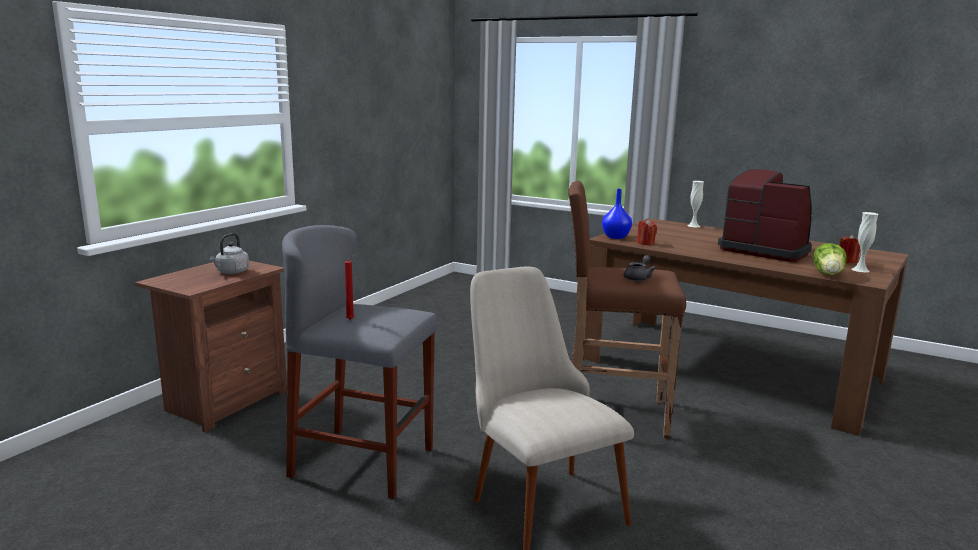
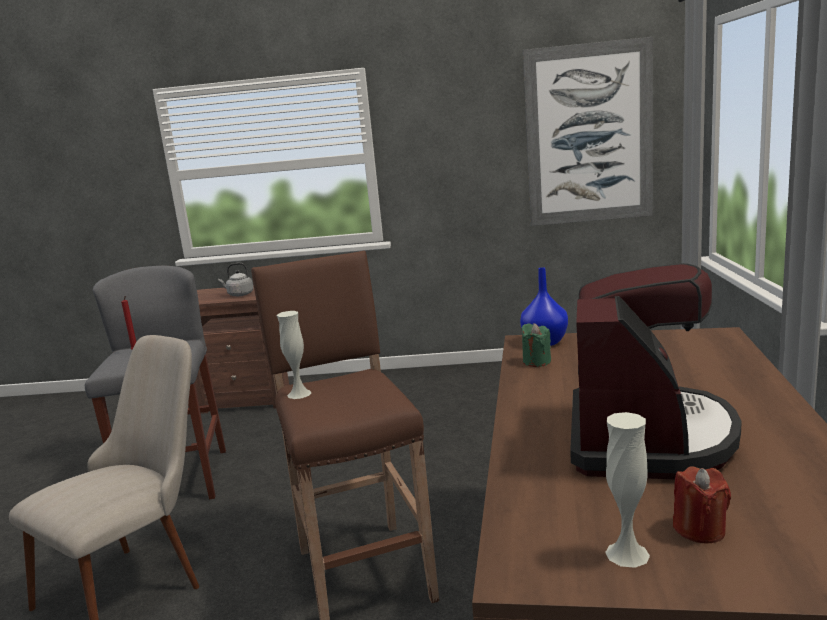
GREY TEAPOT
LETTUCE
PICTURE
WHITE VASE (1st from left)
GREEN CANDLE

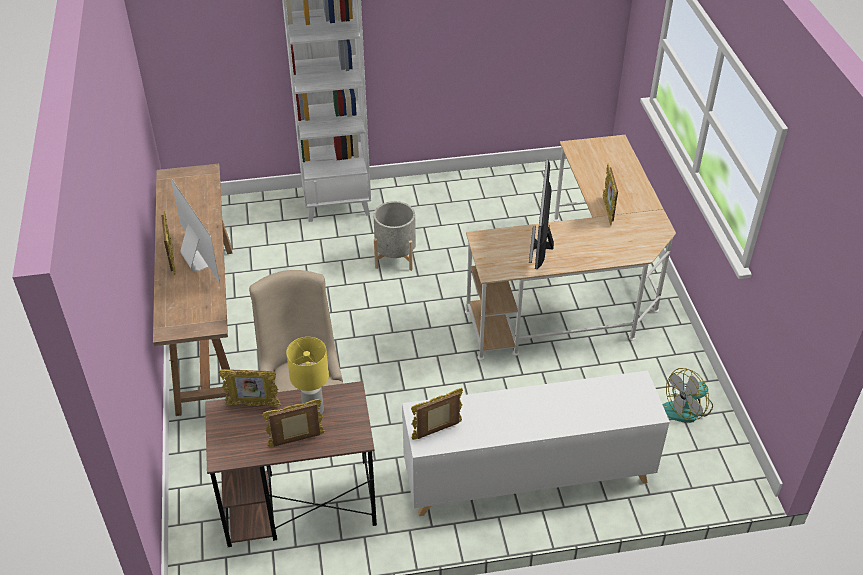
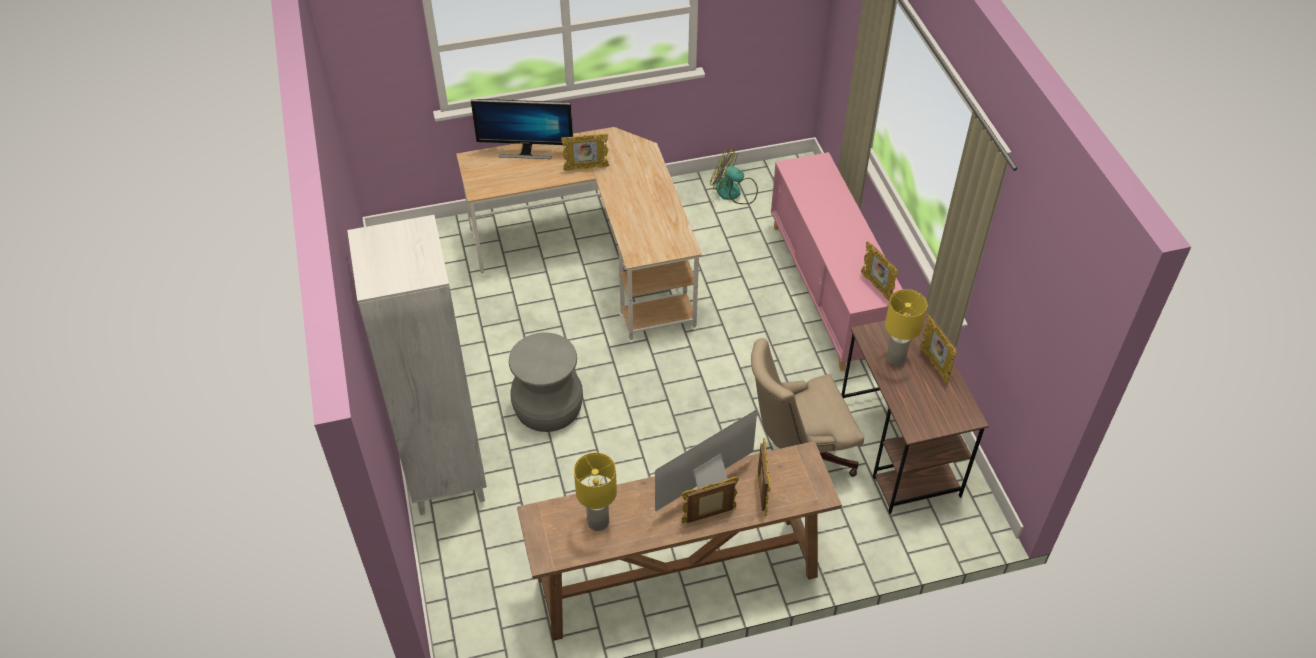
YELLOW TABLE LAMP (1st from left)
PICTURE FRAME (3rd from left)
MONITOR (1st from left)
GREY STOOL
PINK CABINET
FAN

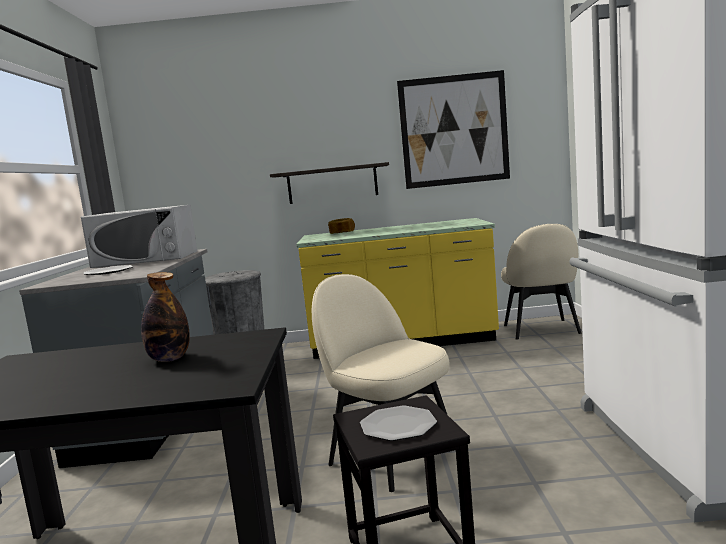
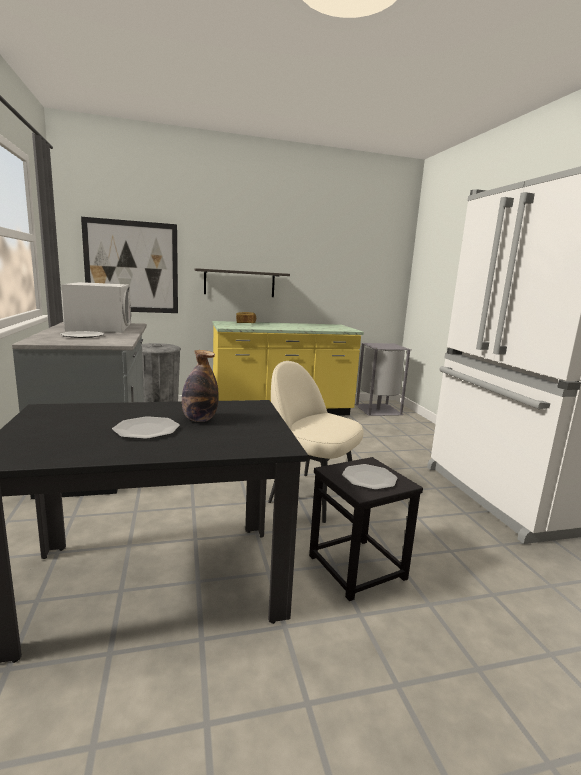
PLATE (2nd from left)
PICTURE
GREY TRASH CAN (2nd from left)
WHITE MICROWAVE

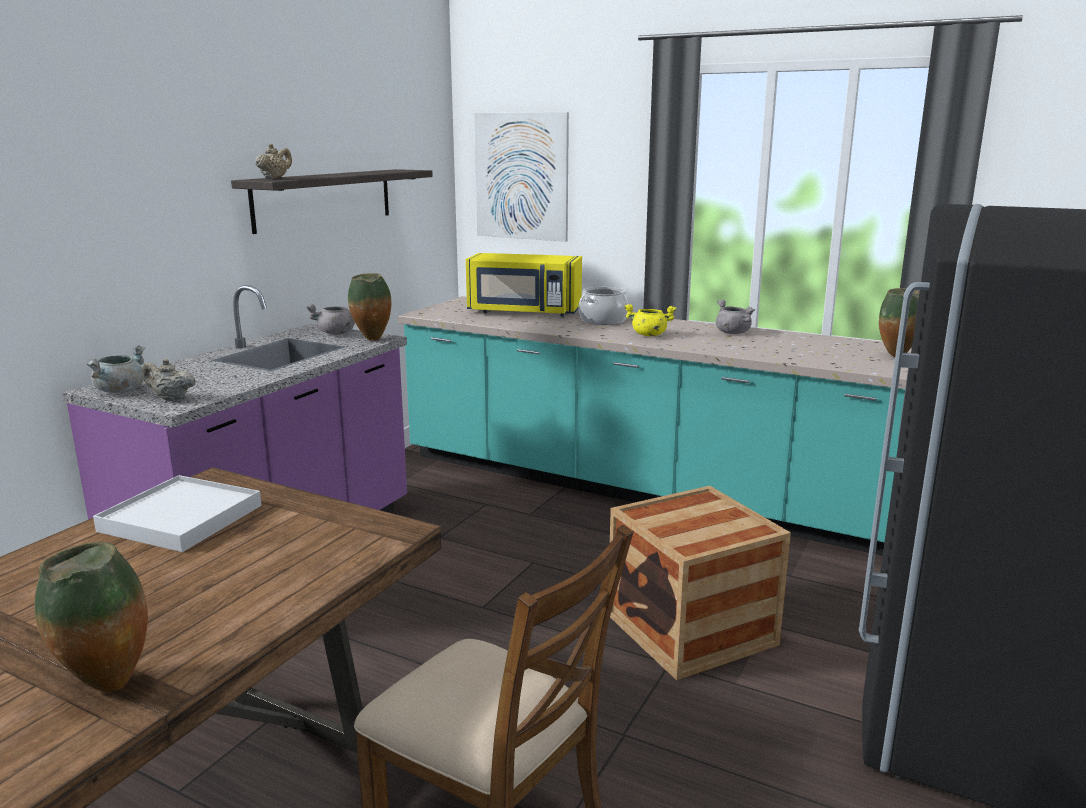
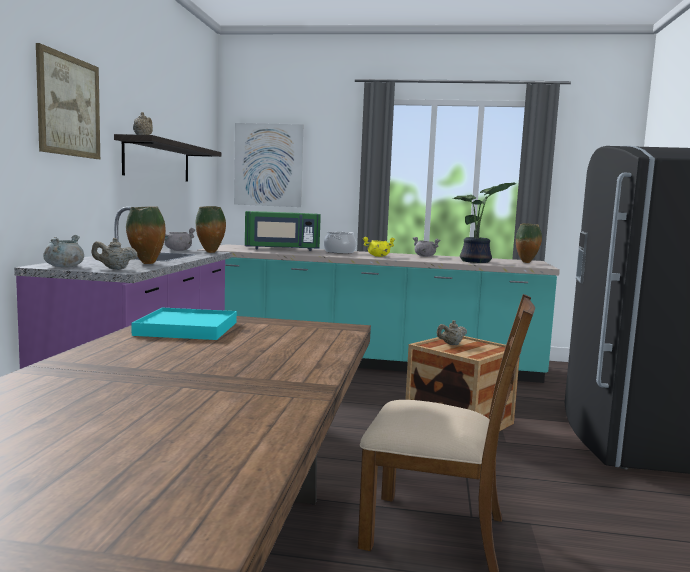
PICTURE (1st from left)
BEIGE TEAPOT (3rd from left)
POTTED PLANT
VASE (1st from left)
TURQUOISE TRAY
GREEN MICROWAVE

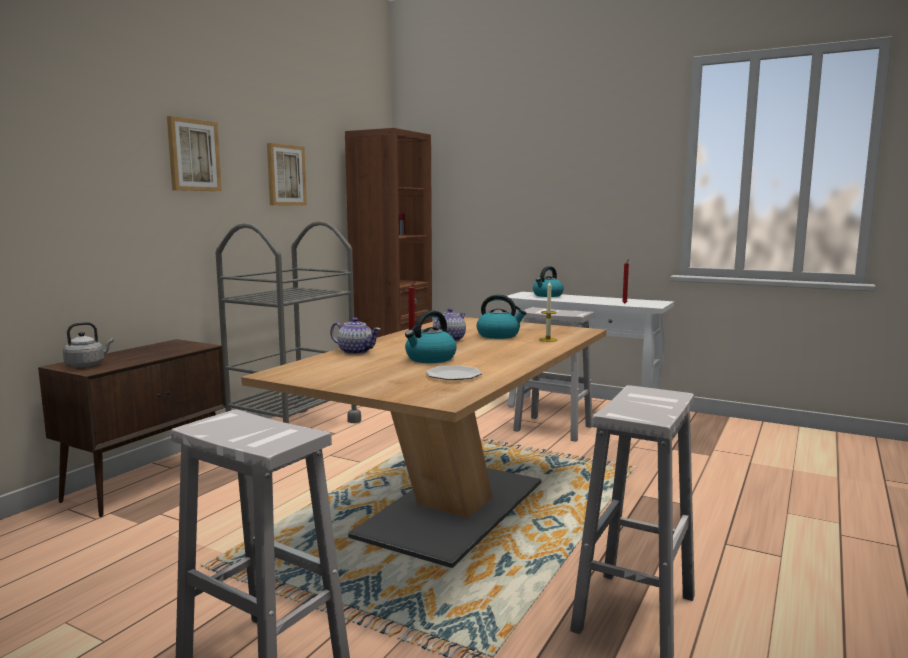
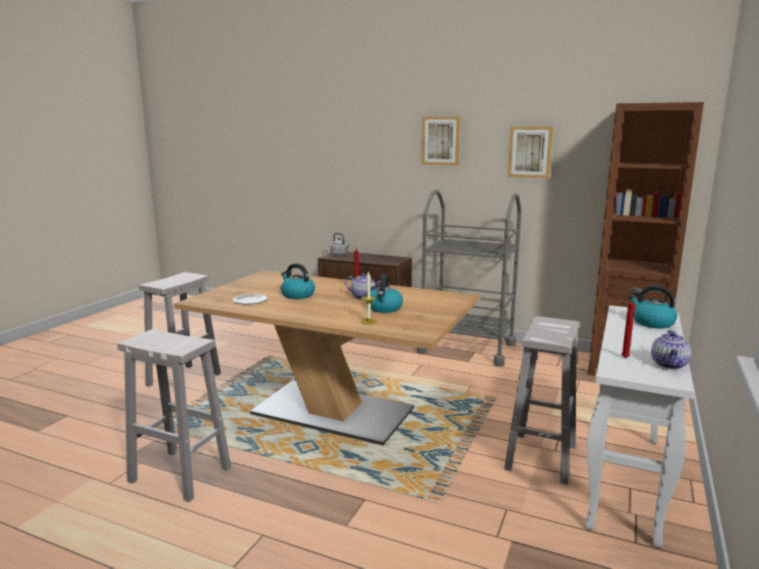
TEAPOT (2nd from left)

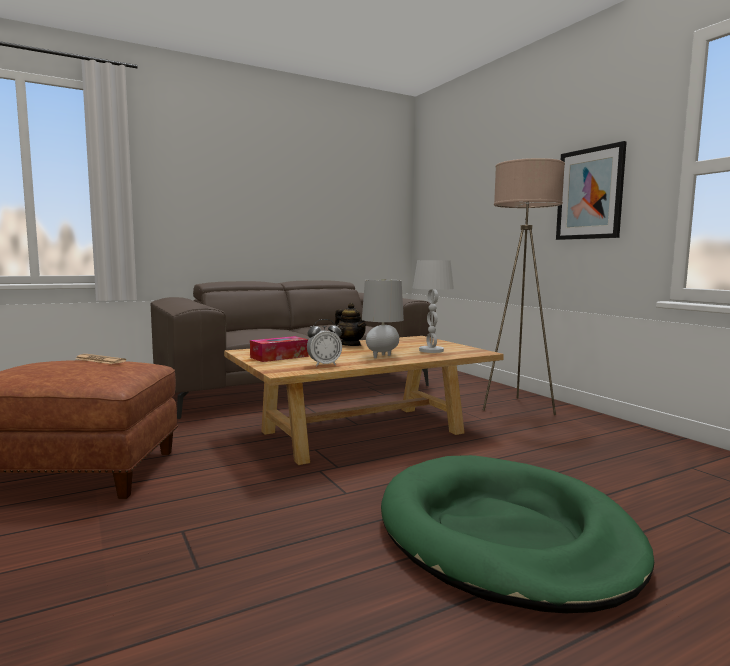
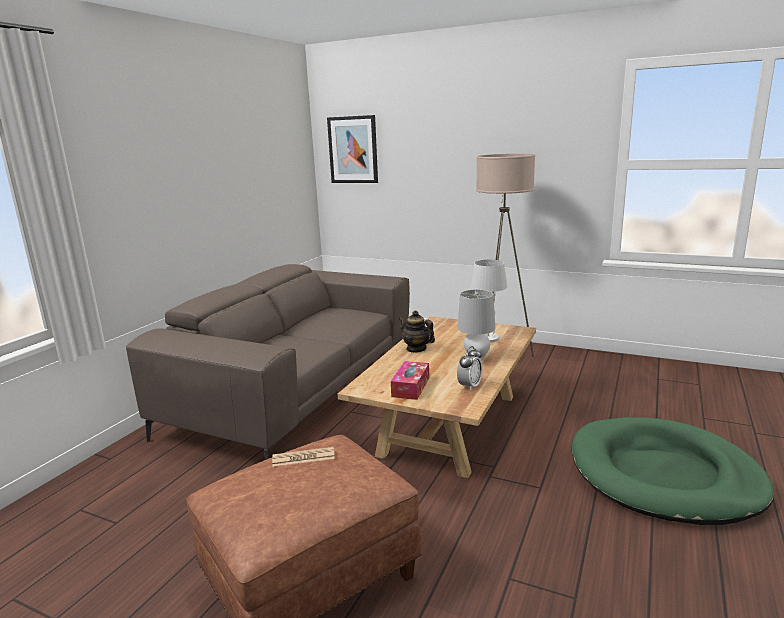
PICTURE
TEAPOT

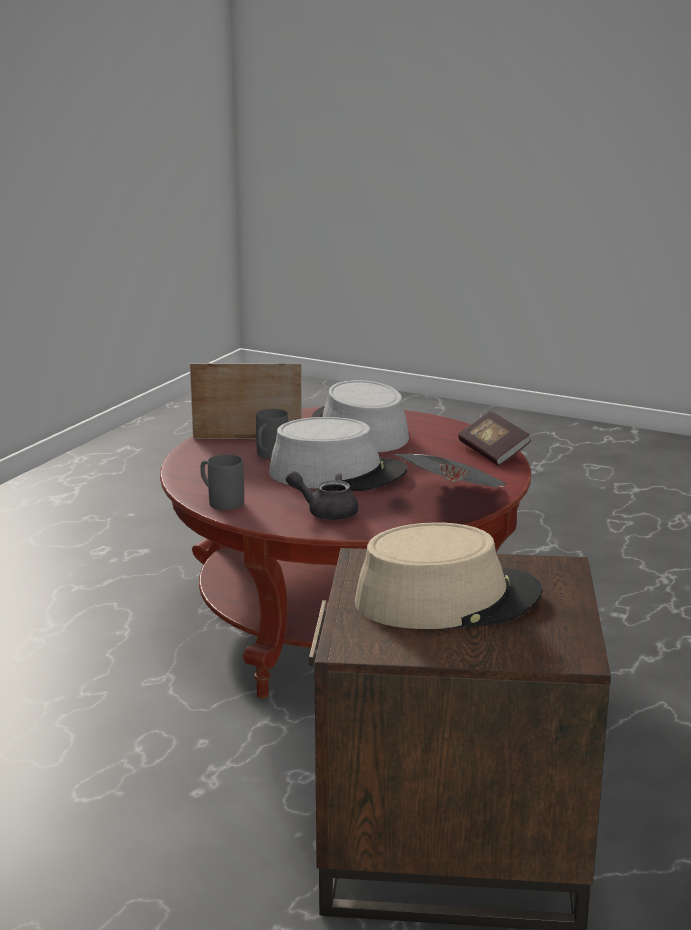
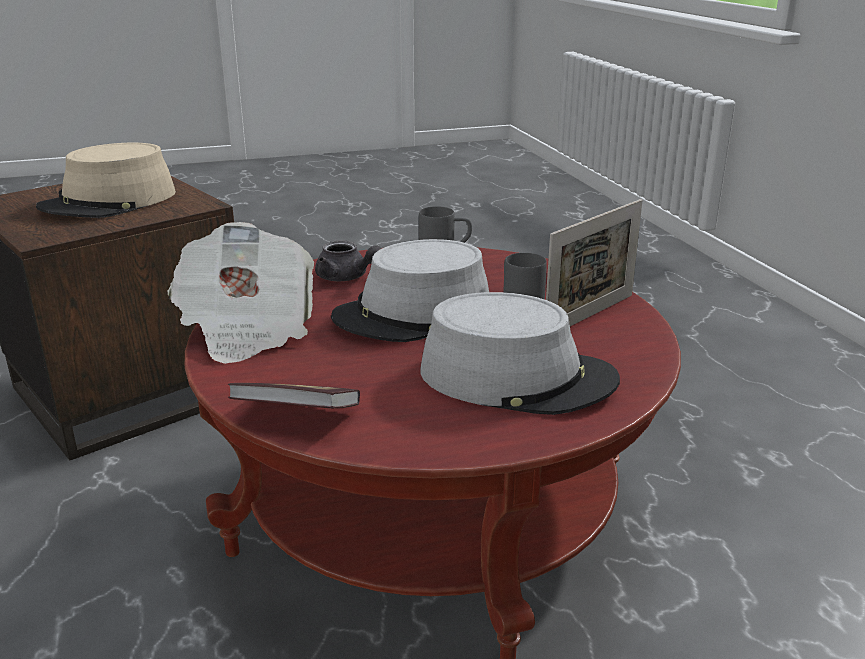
GREY TEAPOT

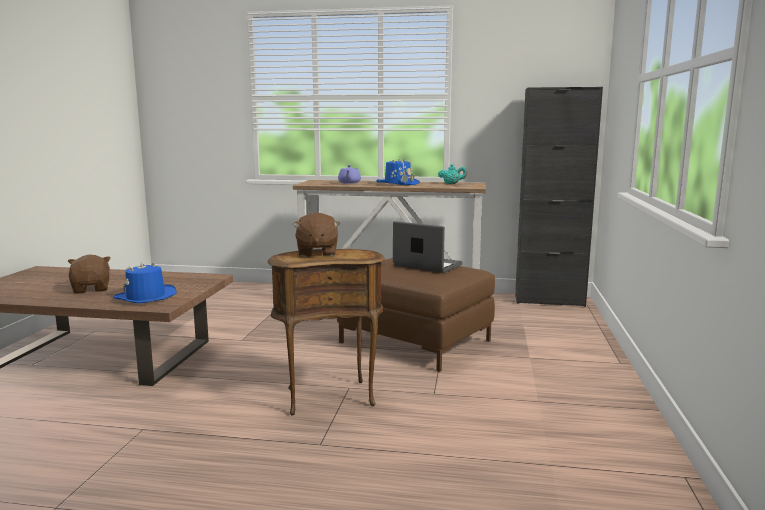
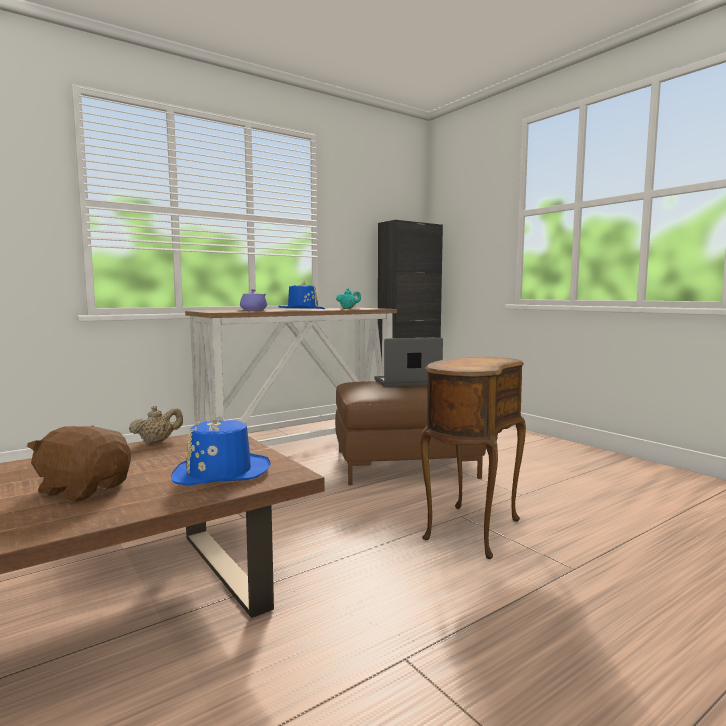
BROWN PLUSH TOY (2nd from left in the first image)
BEIGE TEAPOT

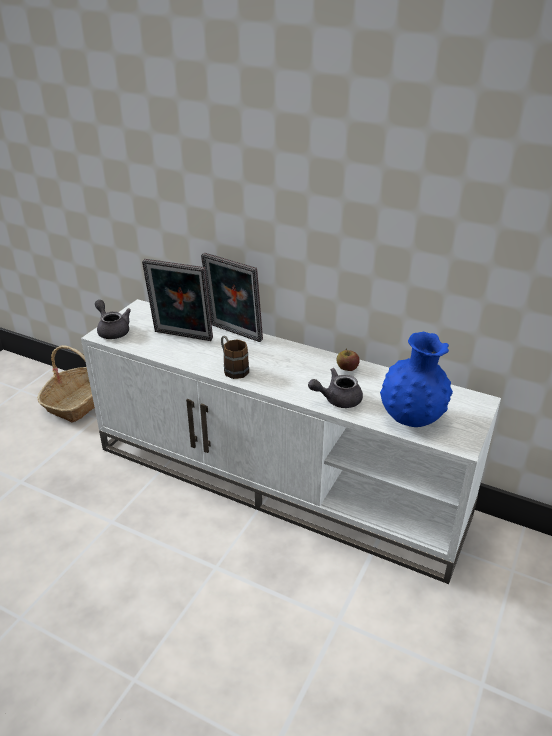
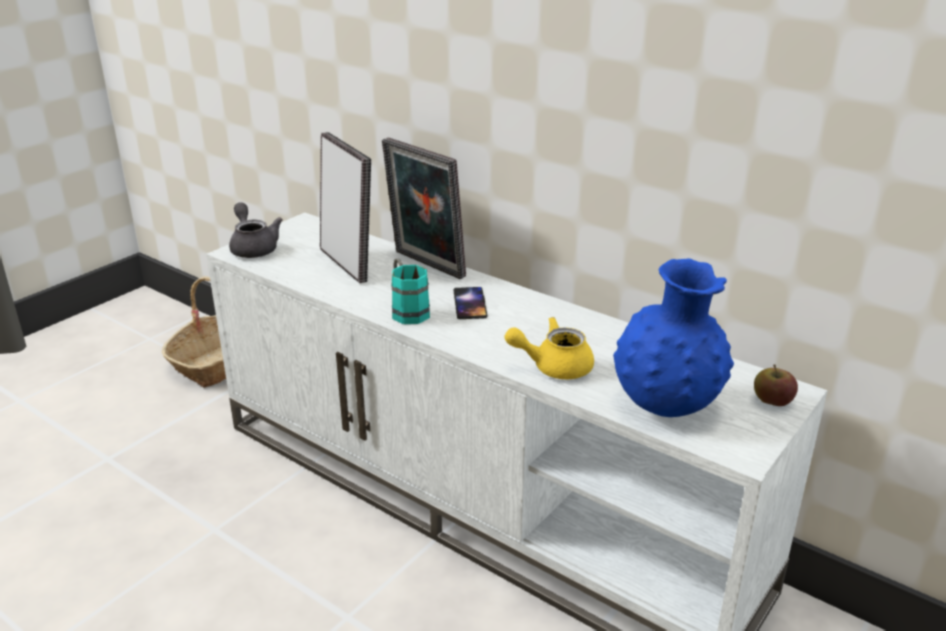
PHONE
APPLE
TURQUOISE MUG
YELLOW TEAPOT
PICTURE FRAME (1st from left)

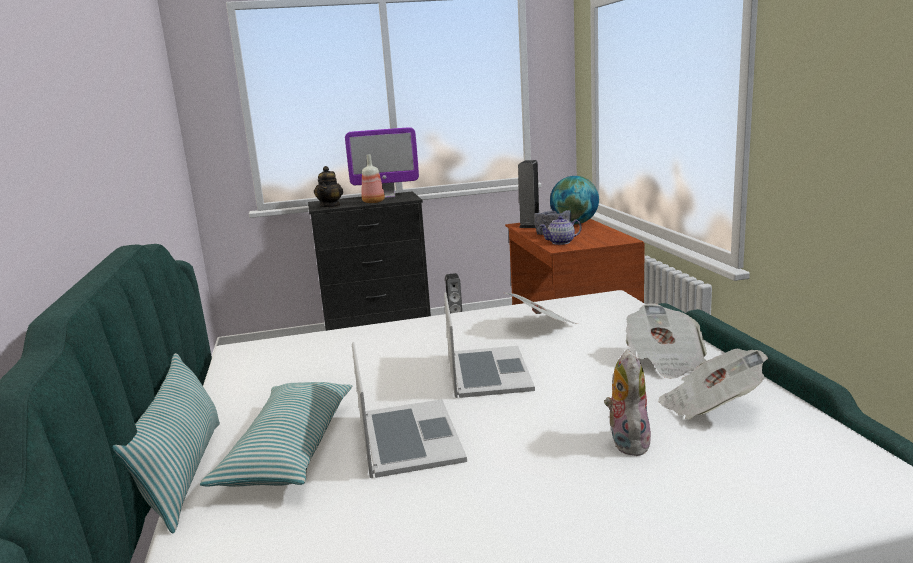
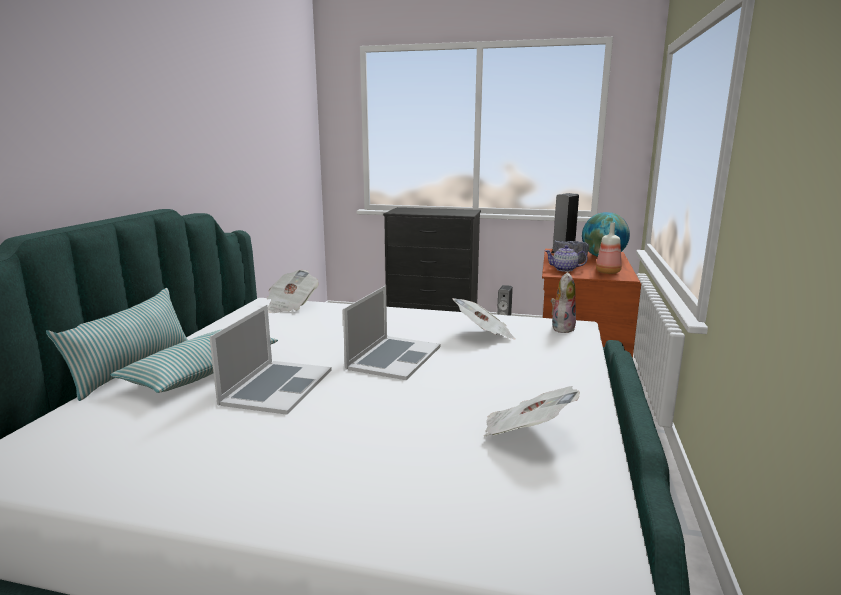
TEAPOT (1st from left in the first image)
MONITOR
BOTTLE
PLUSH TOY
NEWSPAPER (1st from left)

